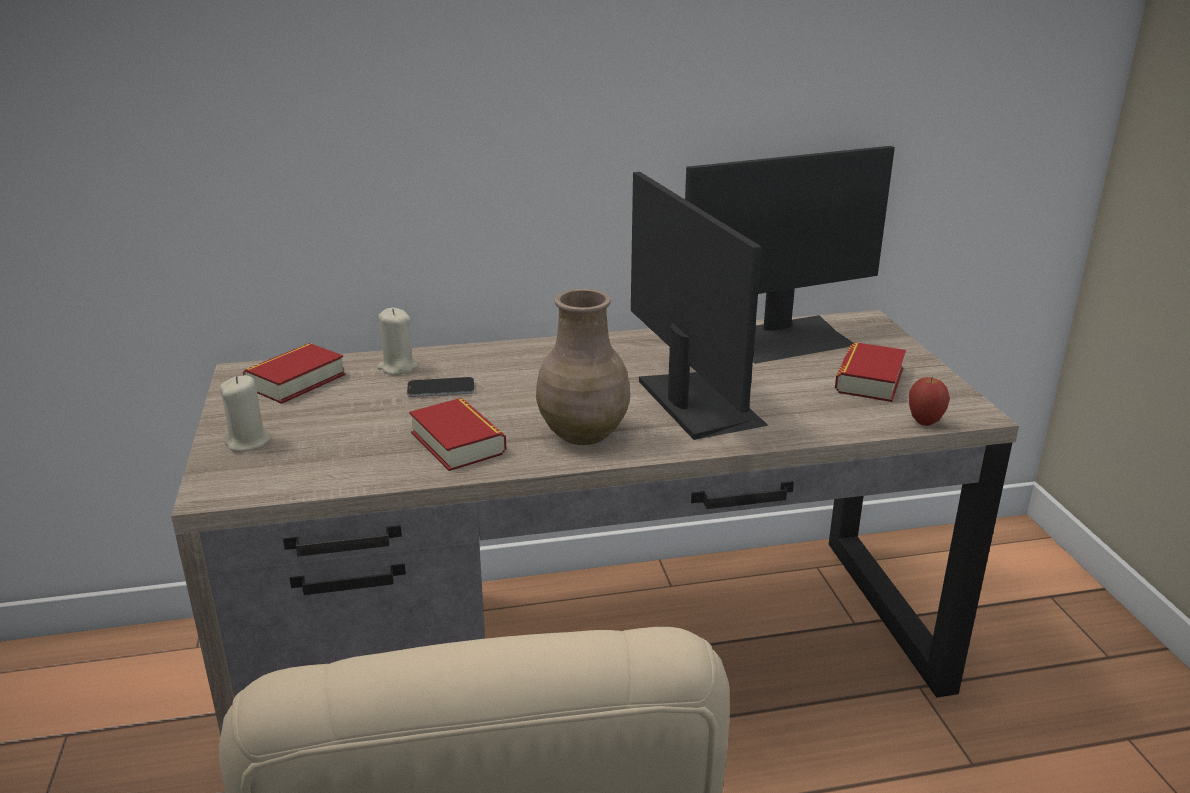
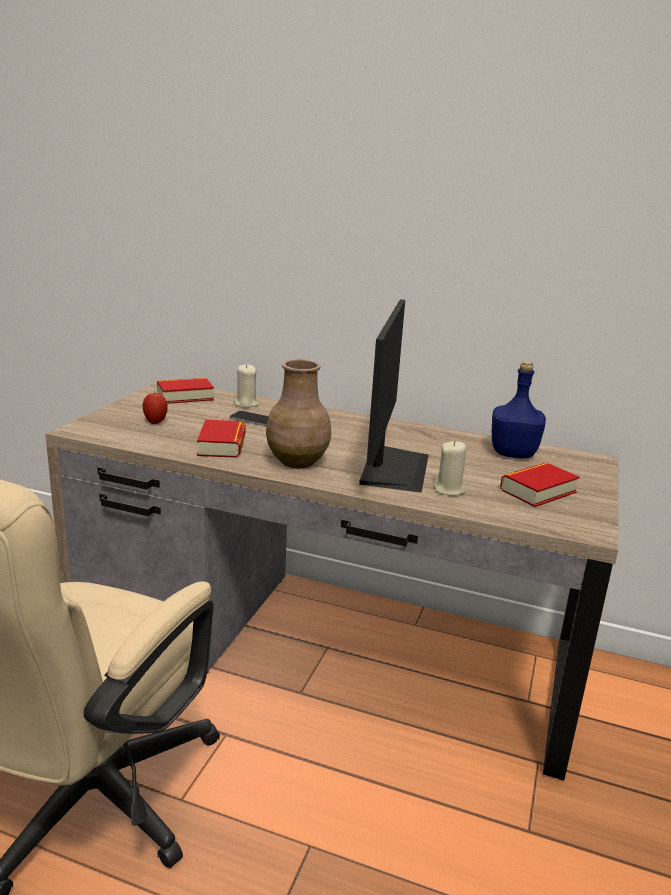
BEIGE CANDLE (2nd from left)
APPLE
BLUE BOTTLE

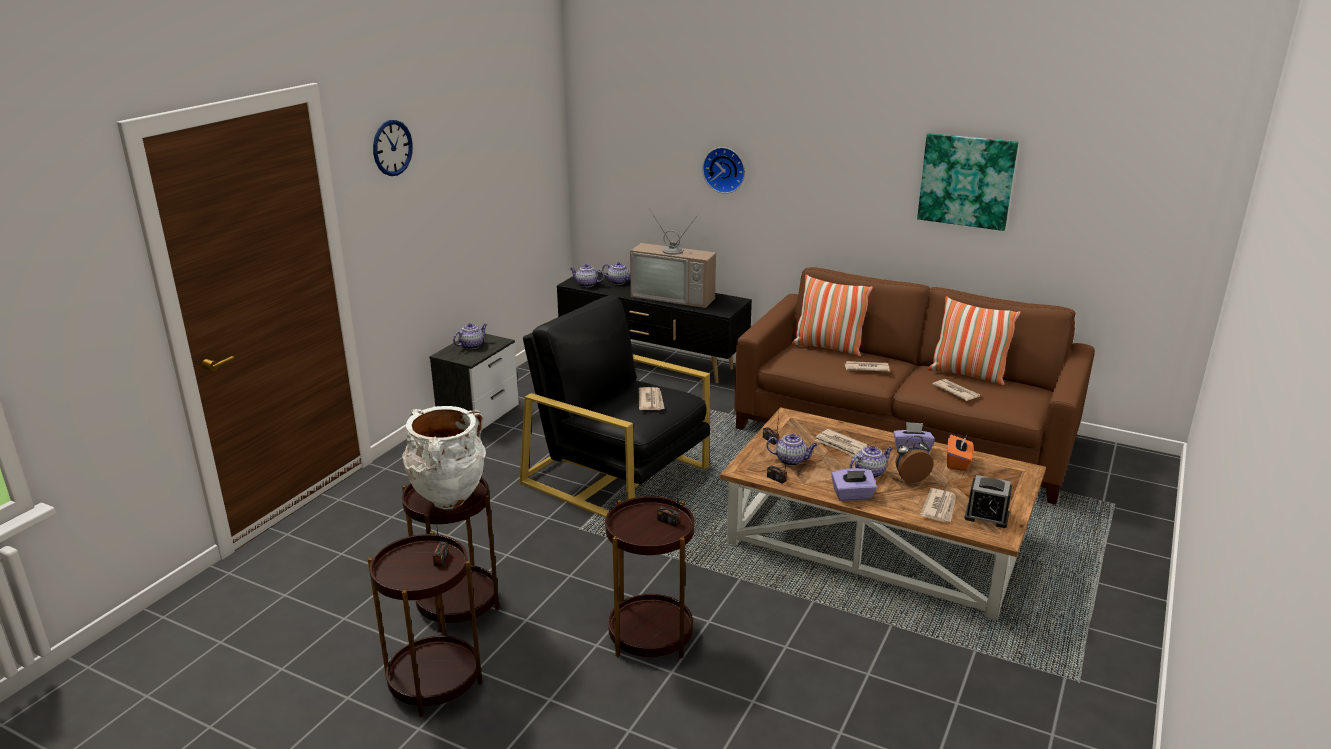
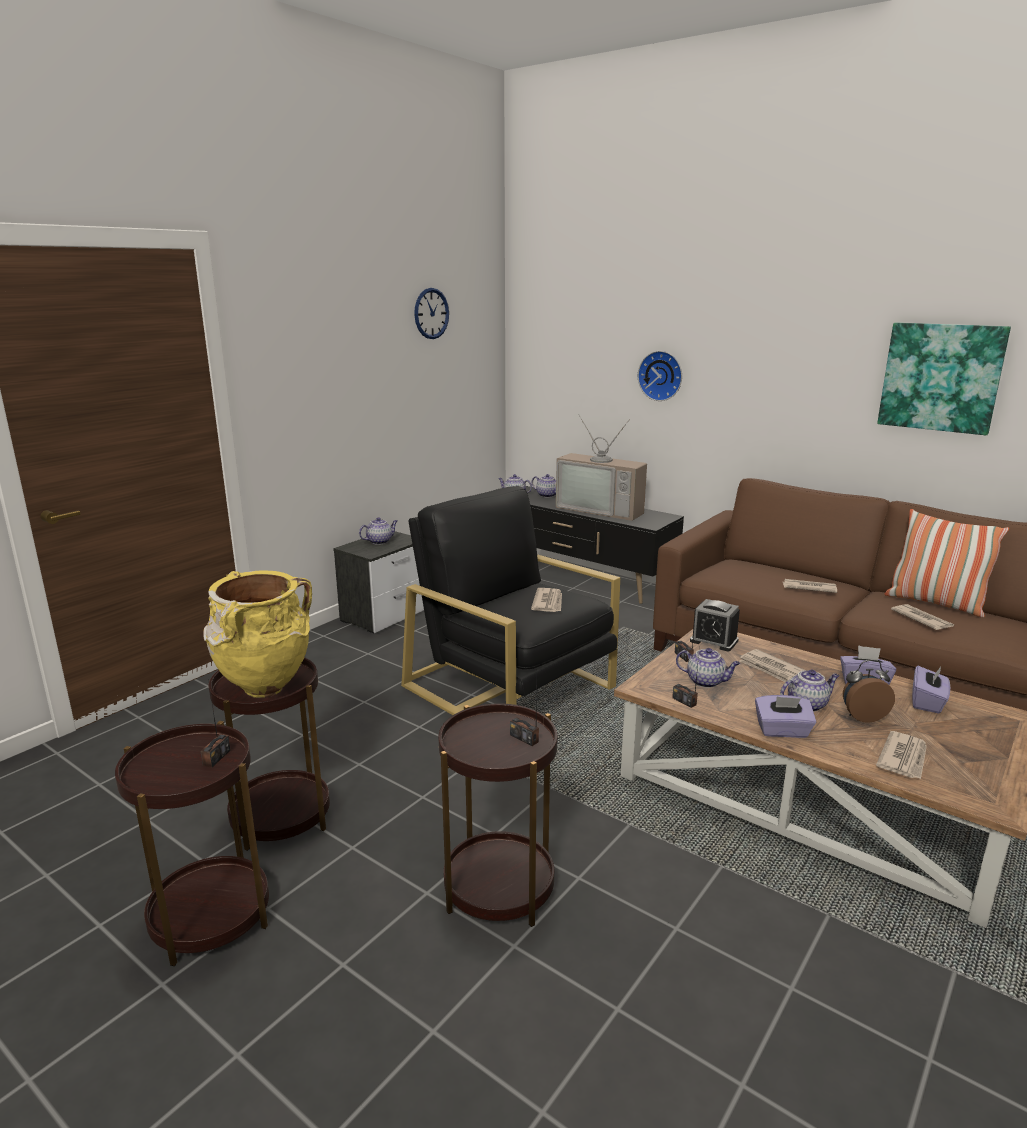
PILLOW (1st from left in the first image)
WALL CLOCK (1st from left)
ALARM CLOCK (1st from left)
YELLOW VASE
PURPLE TISSUE BOX (3rd from left)

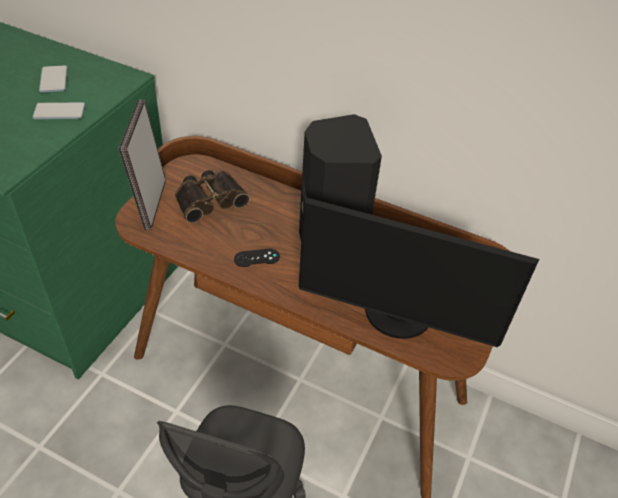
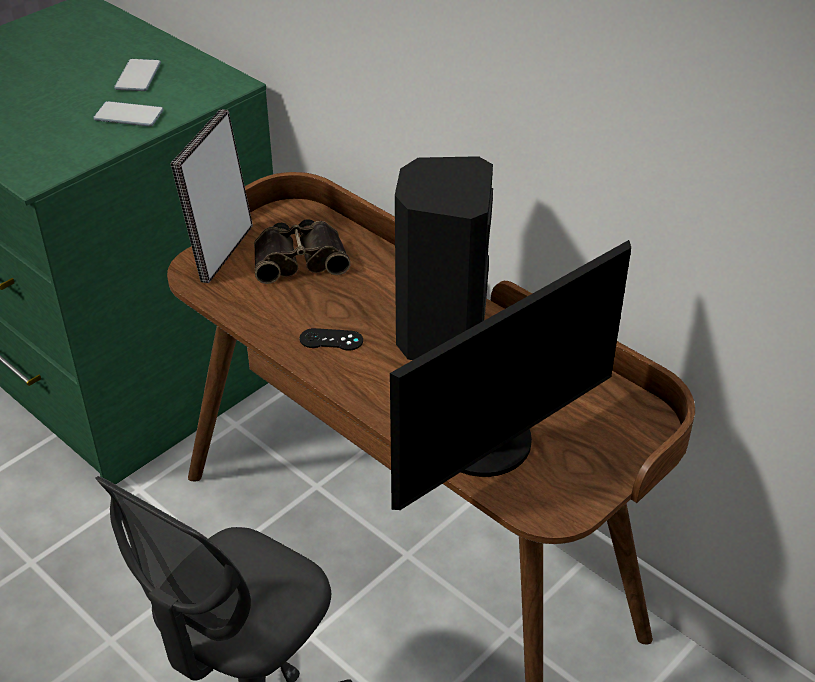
MONITOR

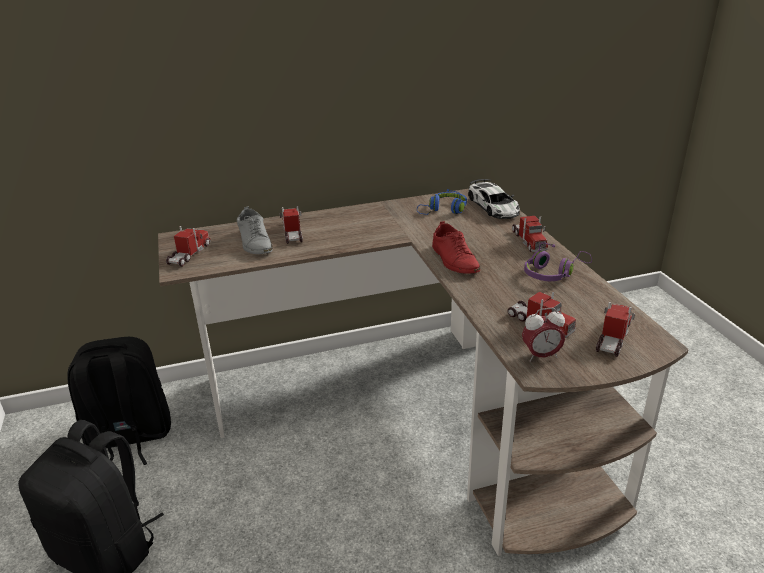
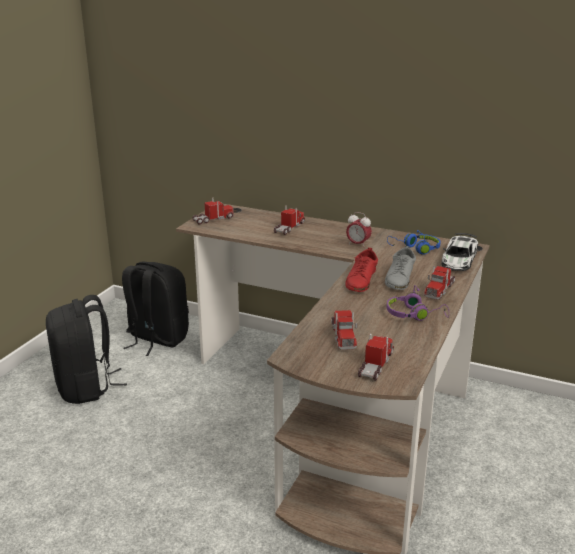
GREY SHOE
ALARM CLOCK
TOY TRUCK (4th from left)

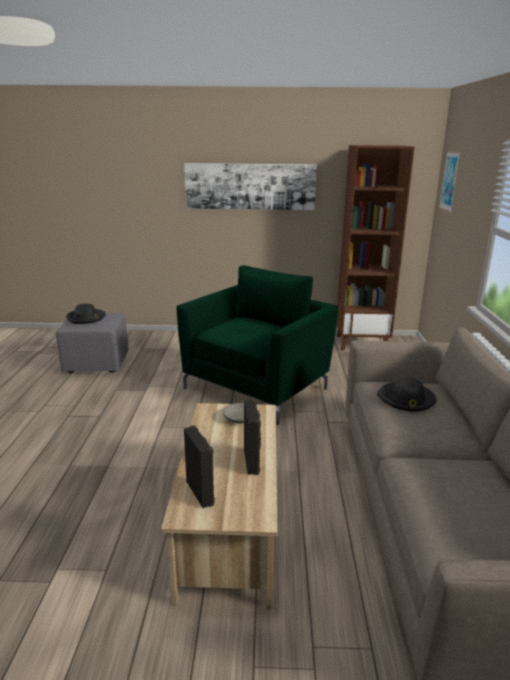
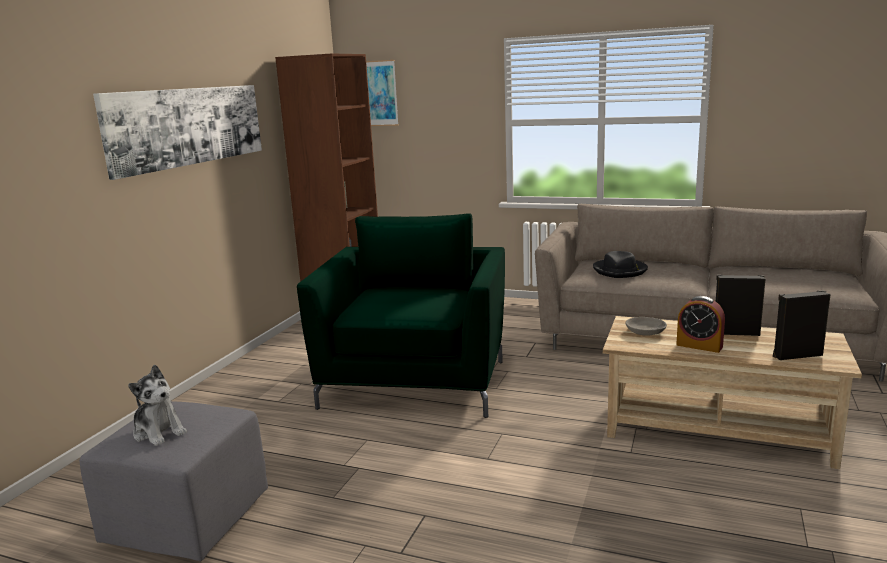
ALARM CLOCK
PLUSH TOY
GREEN ARMCHAIR

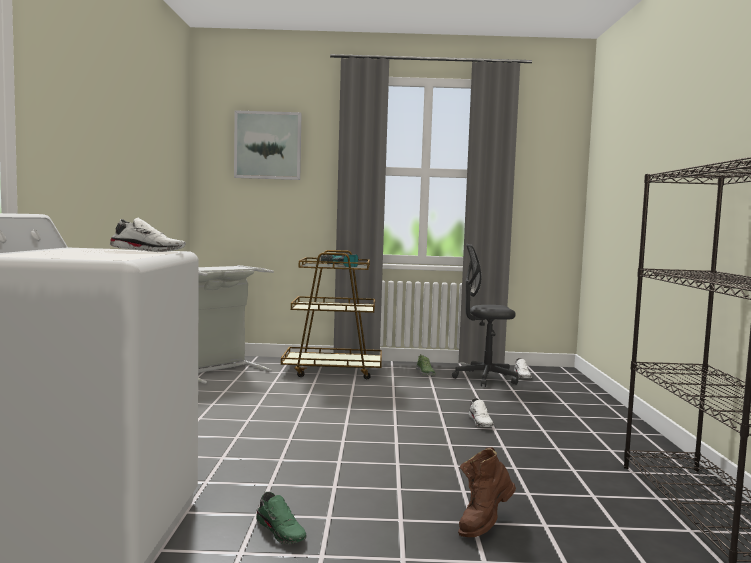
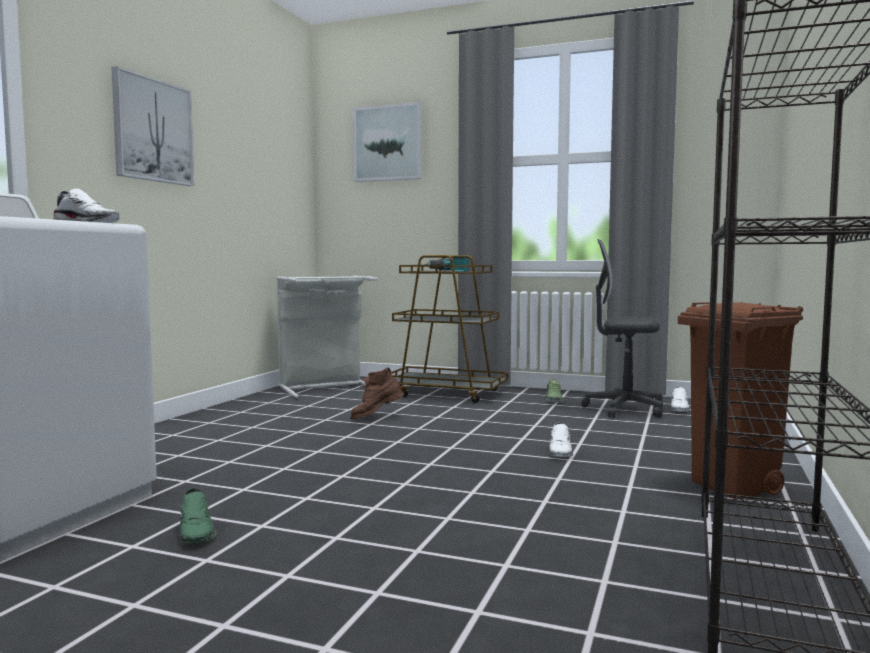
PICTURE (1st from left)
BROWN TRASH CAN
BROWN BOOT

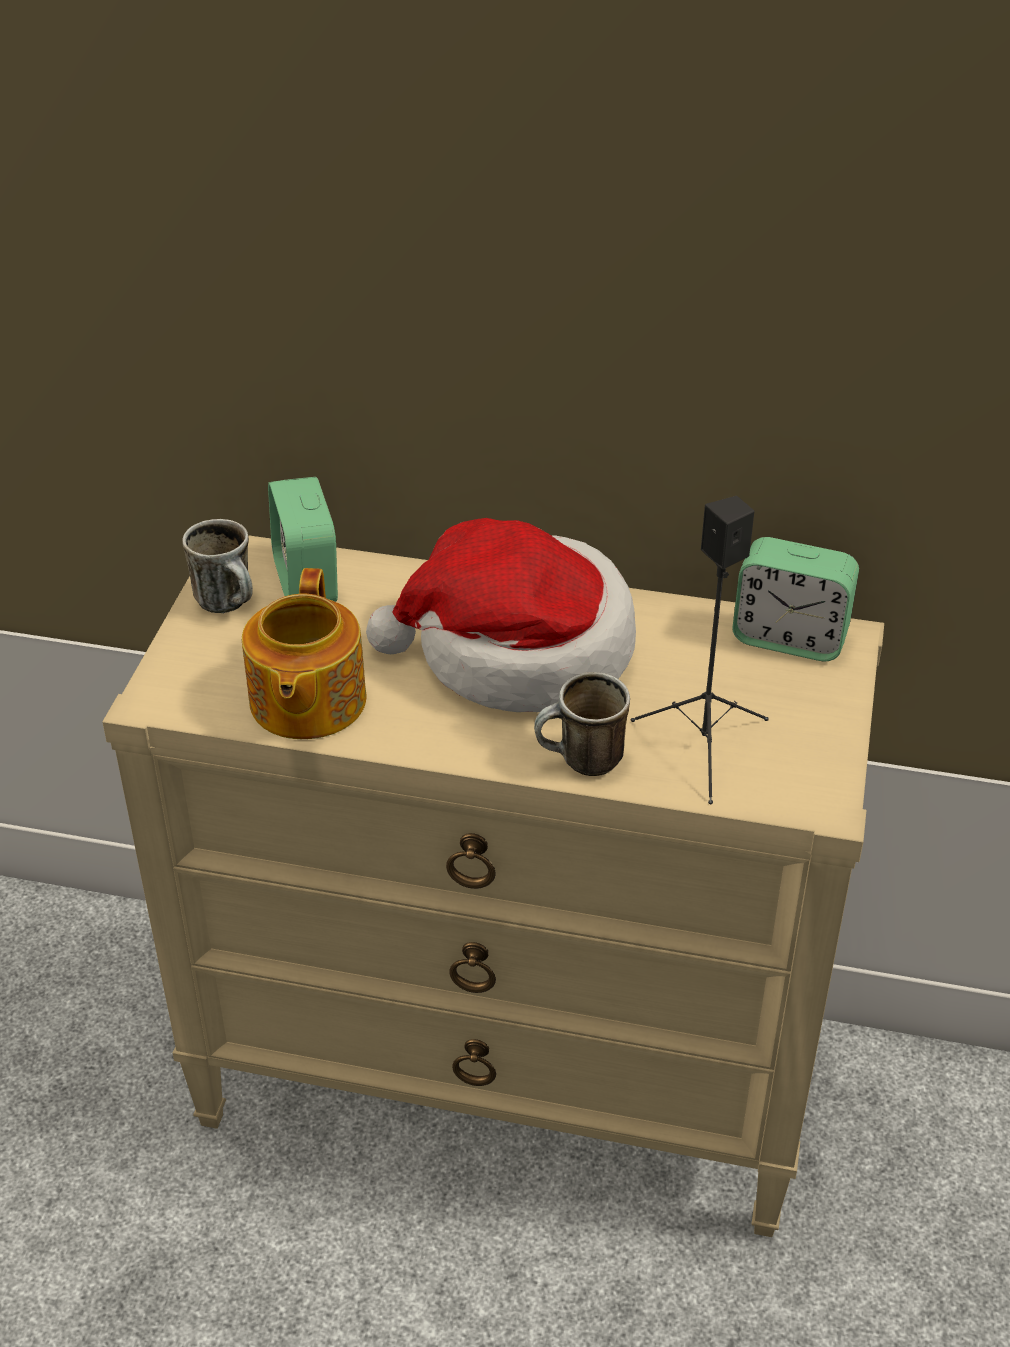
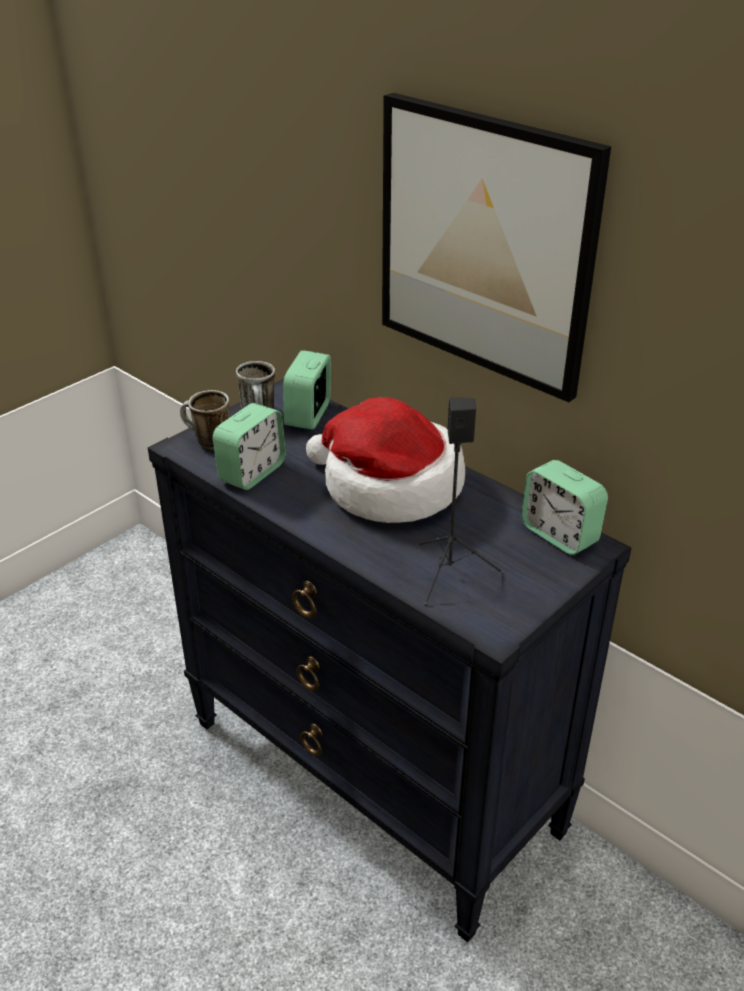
PICTURE
MUG (1st from left)
ALARM CLOCK (1st from left)
BLACK DRESSER

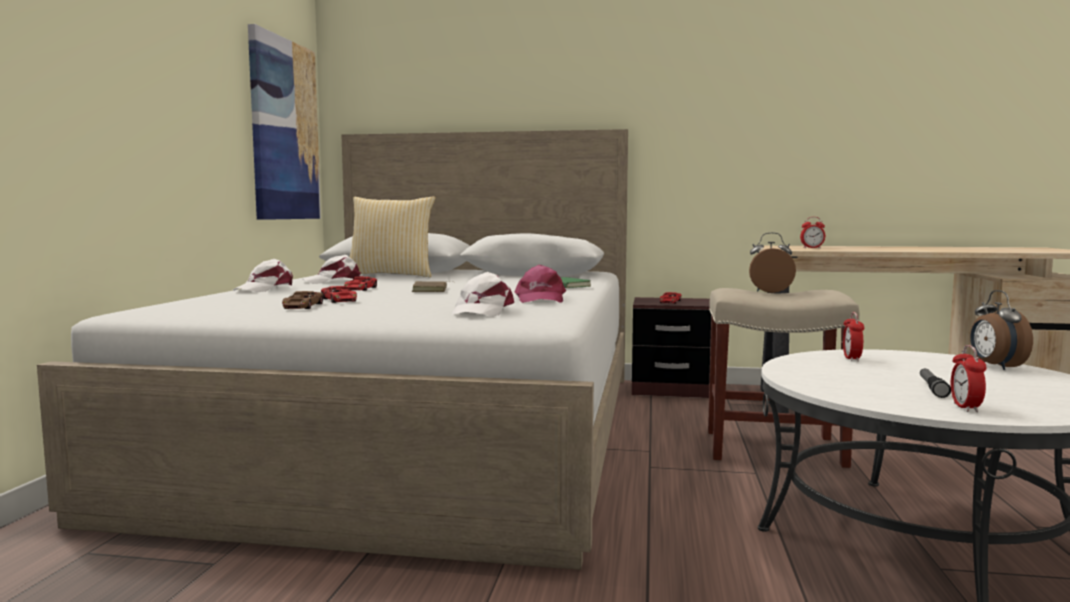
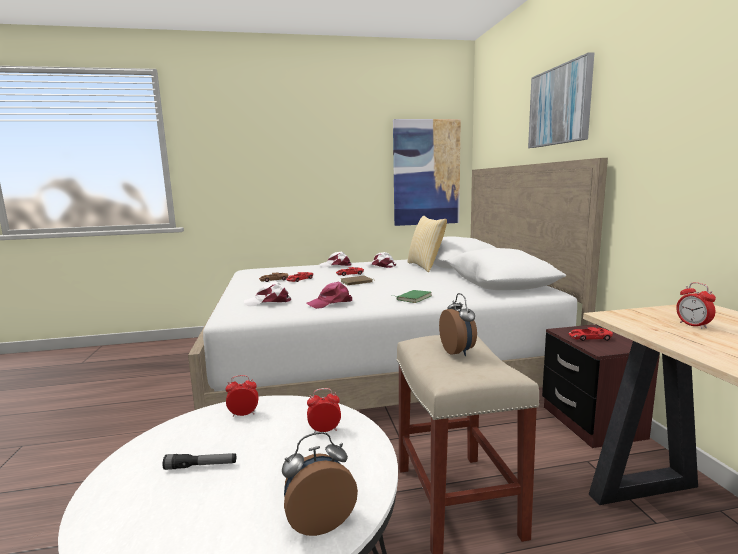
PICTURE (2nd from left)
ALARM CLOCK (1st from left)

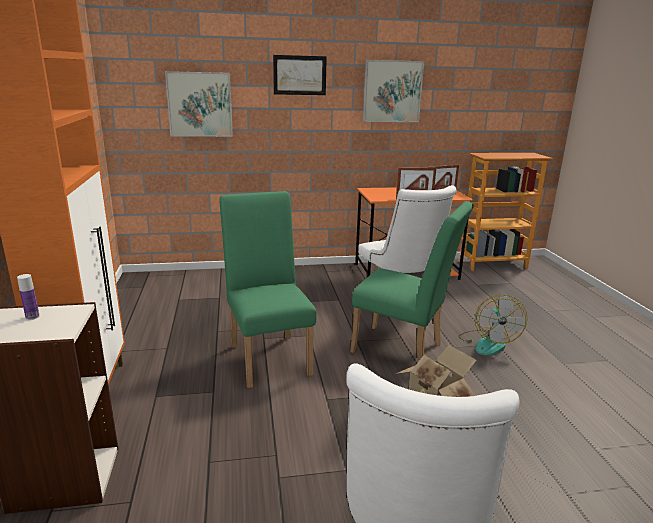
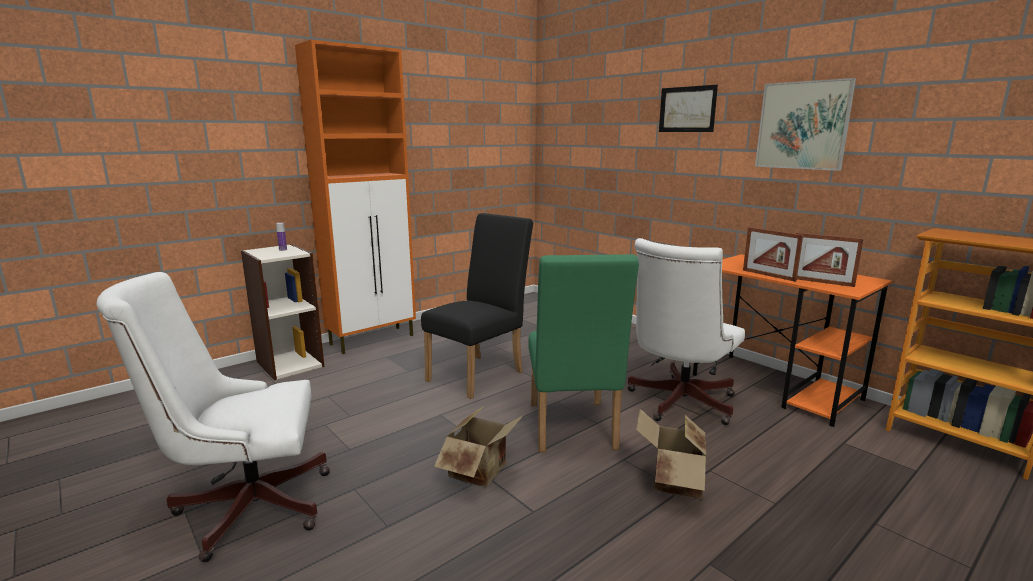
PICTURE (1st from left in the first image)
CARDBOARD BOX (2nd from left)
BLACK CHAIR

